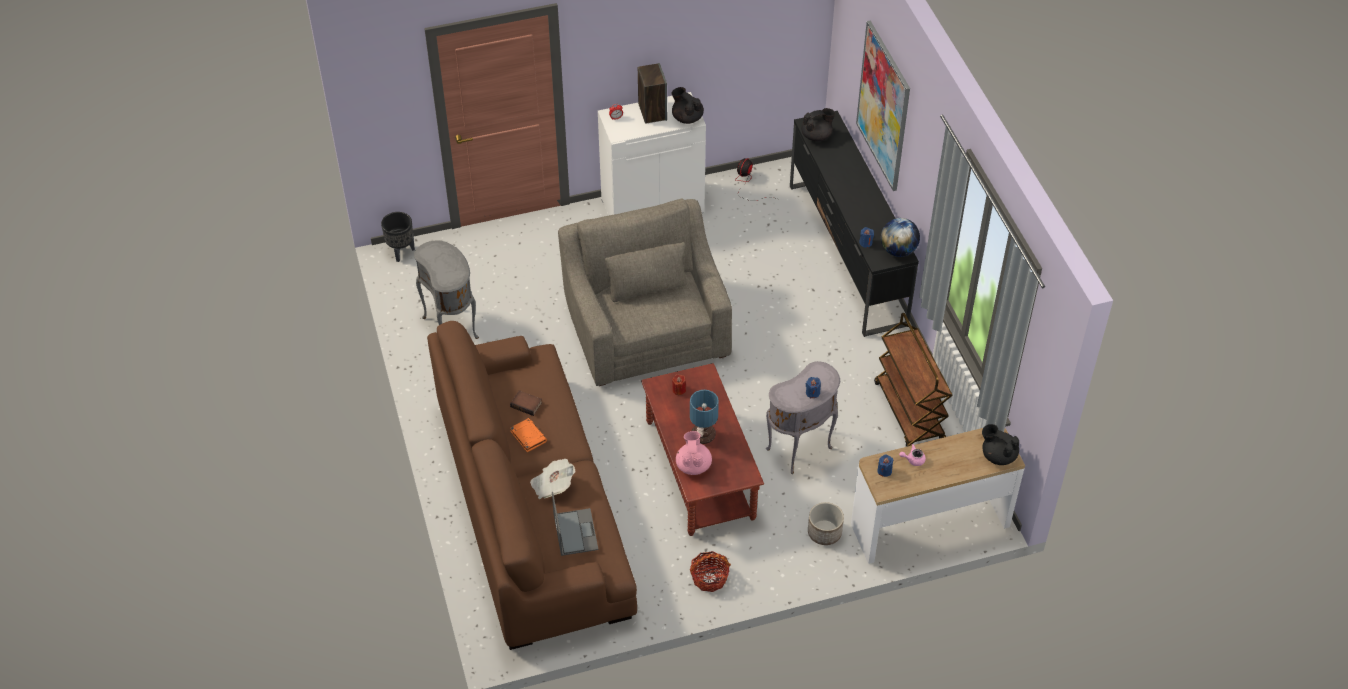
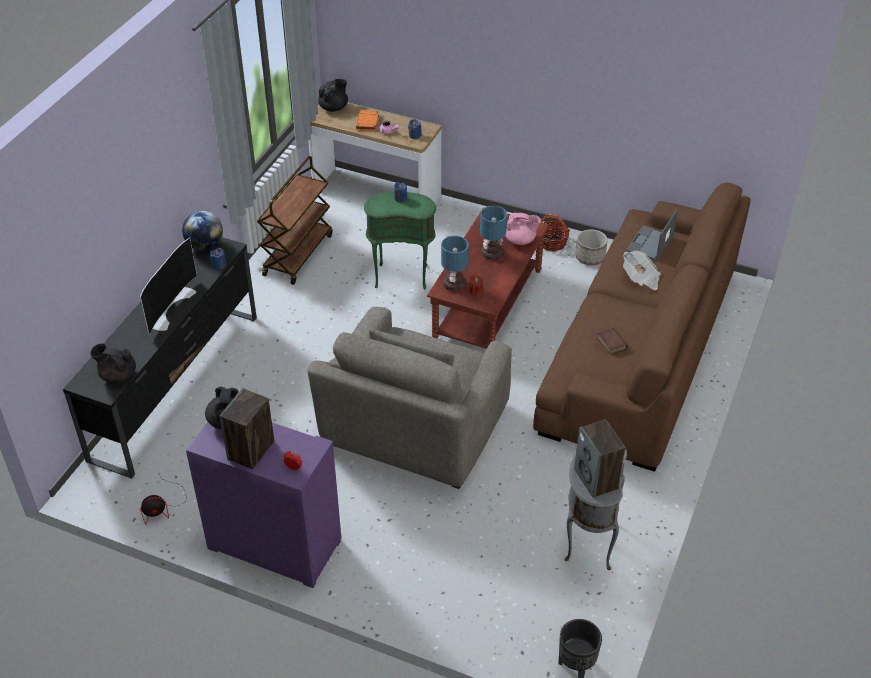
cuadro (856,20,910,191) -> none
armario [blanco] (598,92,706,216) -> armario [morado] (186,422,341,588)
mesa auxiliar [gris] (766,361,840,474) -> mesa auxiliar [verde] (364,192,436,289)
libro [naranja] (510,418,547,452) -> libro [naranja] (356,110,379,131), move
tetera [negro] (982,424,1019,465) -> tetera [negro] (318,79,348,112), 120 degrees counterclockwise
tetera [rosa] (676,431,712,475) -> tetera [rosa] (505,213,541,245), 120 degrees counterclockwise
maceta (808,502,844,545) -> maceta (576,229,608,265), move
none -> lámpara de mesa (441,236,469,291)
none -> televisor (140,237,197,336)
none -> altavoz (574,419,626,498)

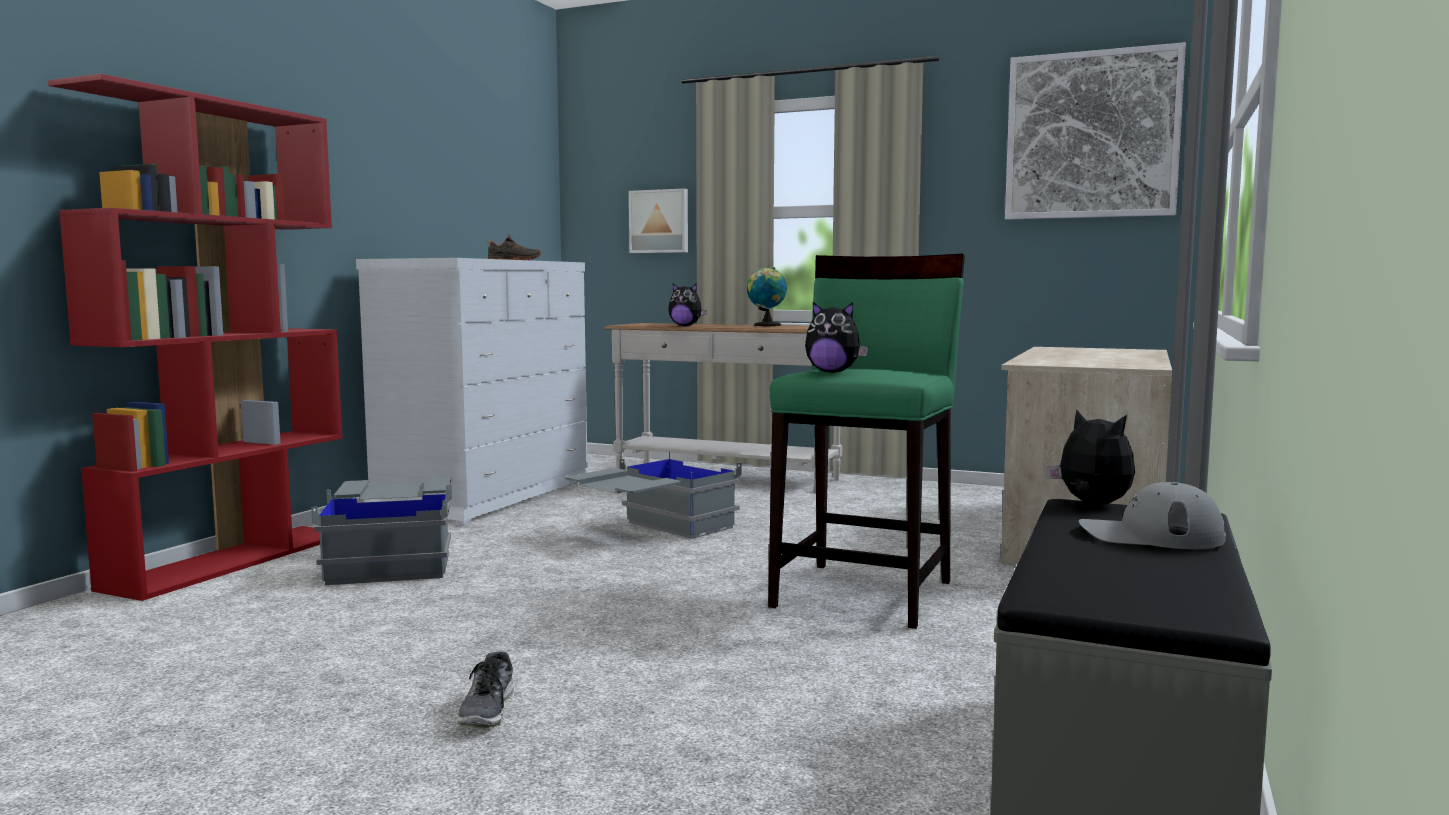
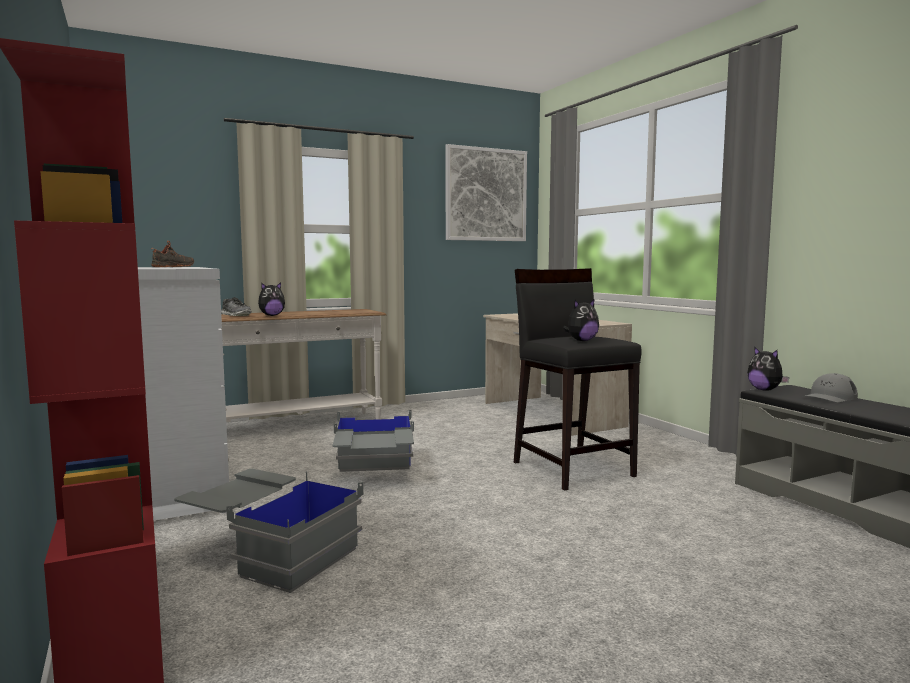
cuadro (629,189,688,253) -> none
taburete [verde] (768,254,965,629) -> taburete [negro] (514,268,642,490)
globo terráqueo (747,267,787,326) -> none
peluche (1047,409,1135,504) -> peluche (747,347,789,390), 120 degrees counterclockwise
zapato (457,651,515,729) -> zapato (221,297,251,316), move

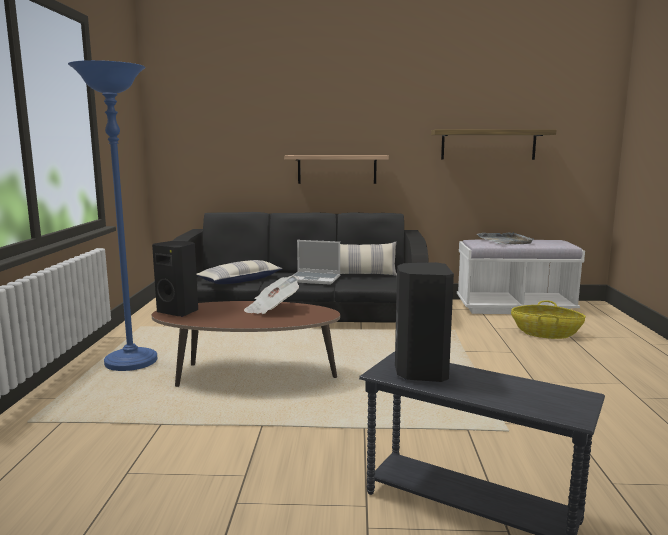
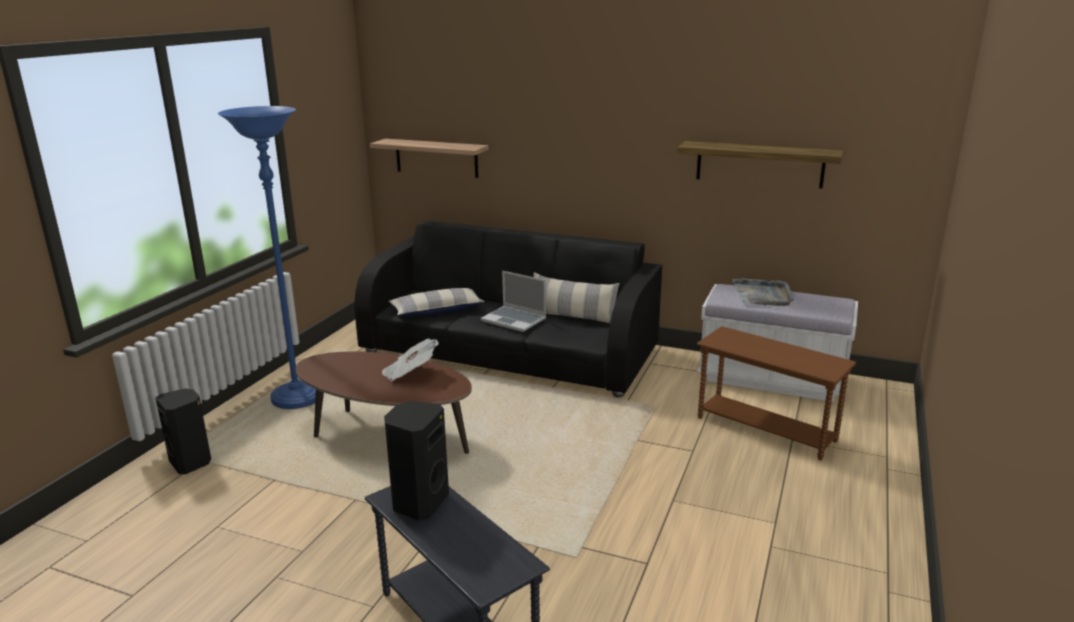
estante (284,155,389,184) -> estante (370,139,489,178), move
altavoz [negro] (152,241,198,317) -> altavoz [negro] (156,388,211,474), move
cesta (511,300,586,339) -> mesa auxiliar [marrón] (697,326,856,460)

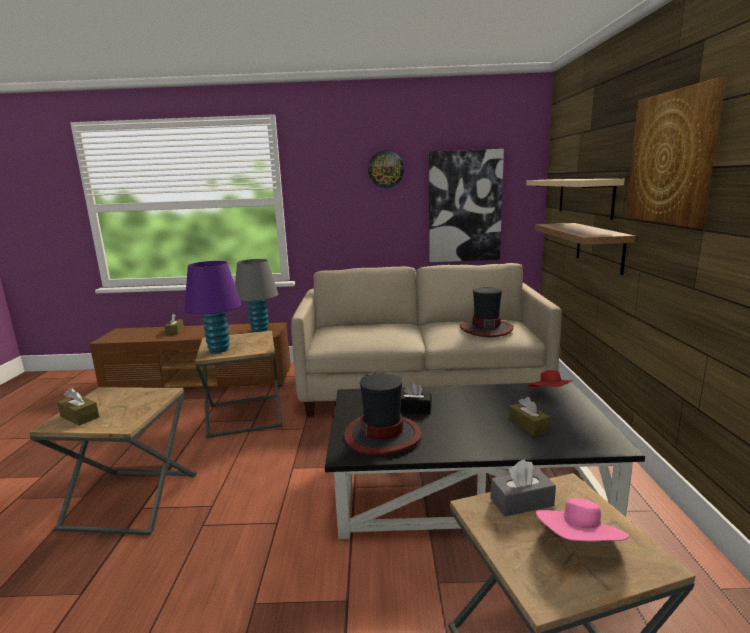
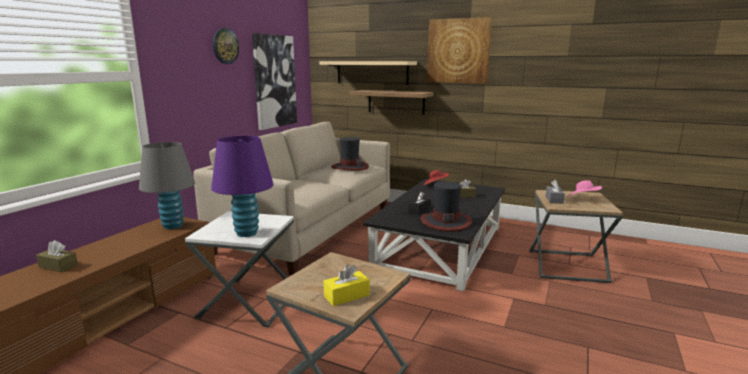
mesa auxiliar [marrón] (195,331,282,438) -> mesa auxiliar [blanco] (185,212,294,327)
caja de pañuelos [marrón] (57,388,99,426) -> caja de pañuelos [amarillo] (323,264,370,306)

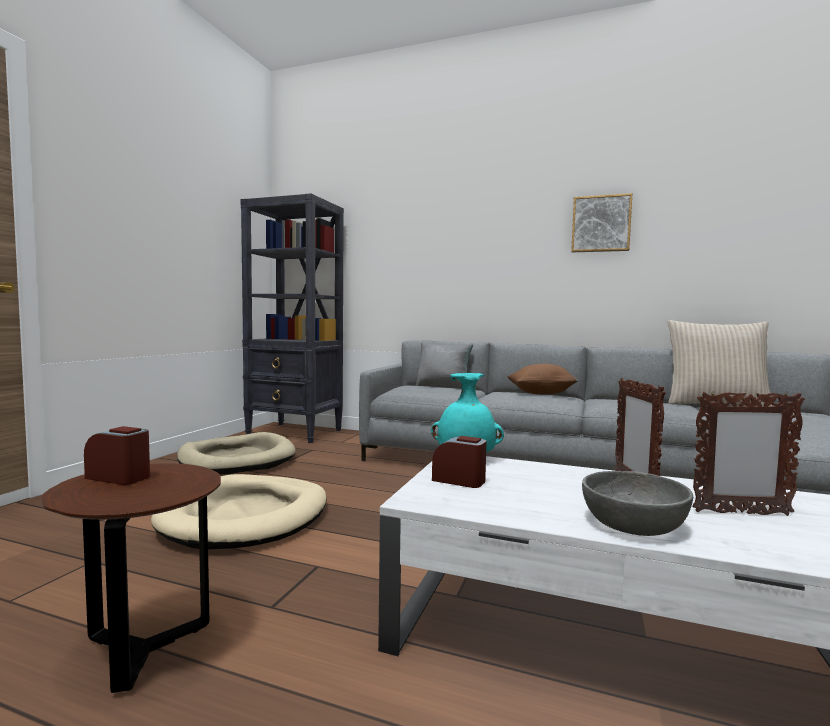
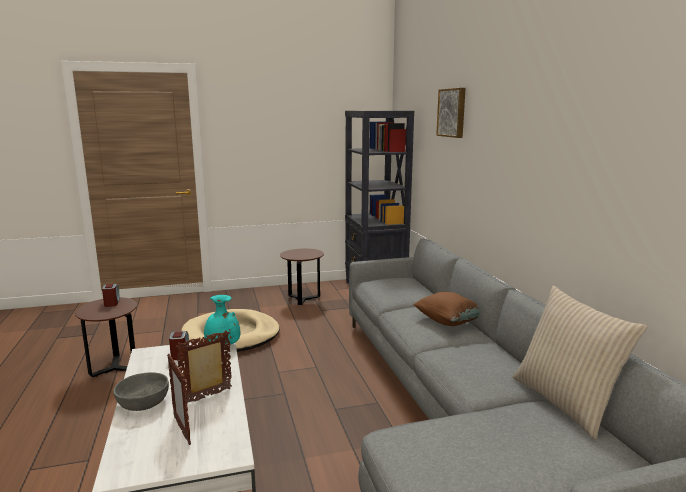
cuadro (571,193,633,252) -> cuadro (436,88,466,138), move
cojín [gris] (416,342,473,389) -> none
cama para perro [beis] (177,432,296,474) -> mesa auxiliar [marrón] (280,248,324,305)

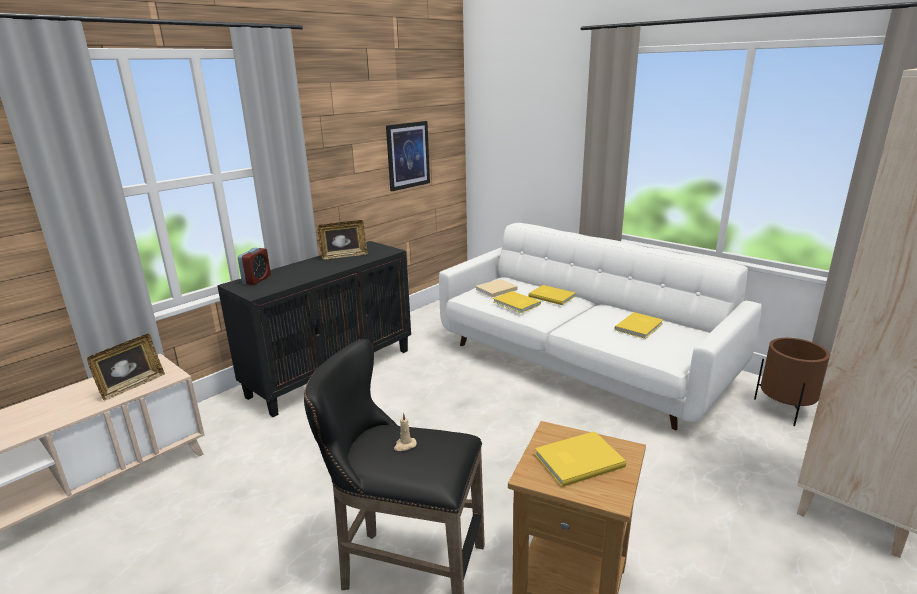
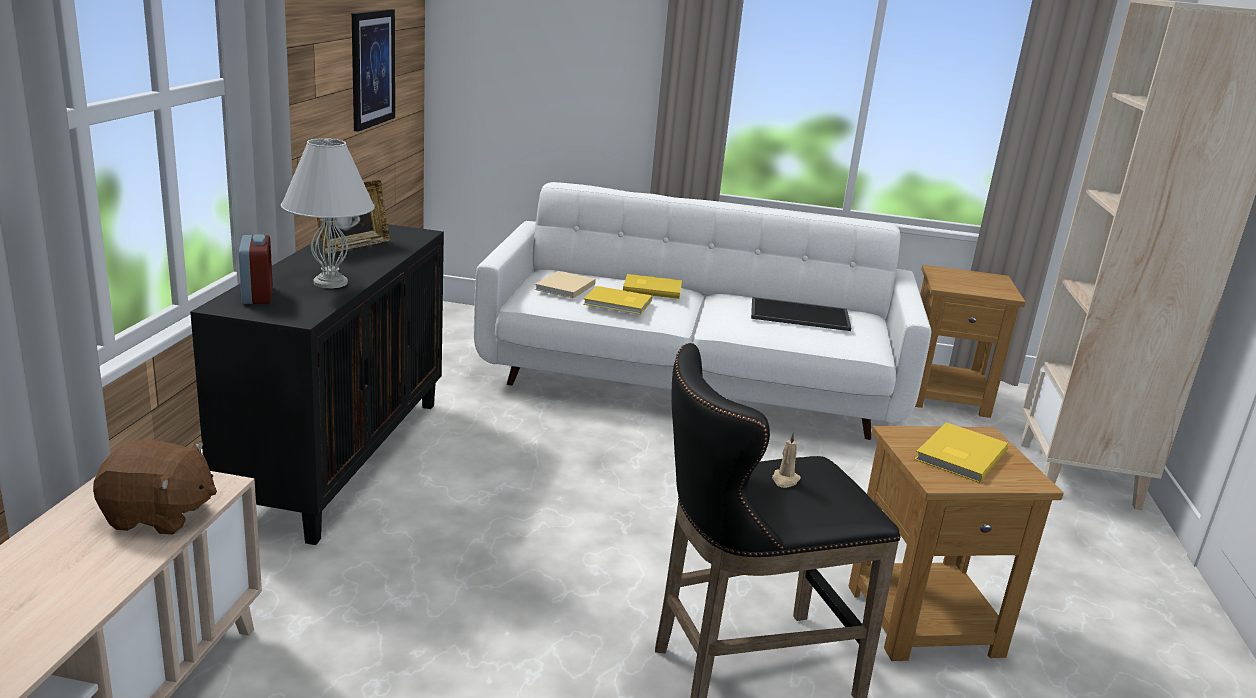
libro [amarillo] (615,312,663,339) -> bandeja (751,297,851,331)
portarretratos (87,334,165,400) -> peluche [marrón] (93,440,217,535)
maceta [marrón] (754,338,830,426) -> mesa auxiliar [marrón] (915,265,1026,418)
none -> lámpara de mesa [blanco] (281,138,375,288)

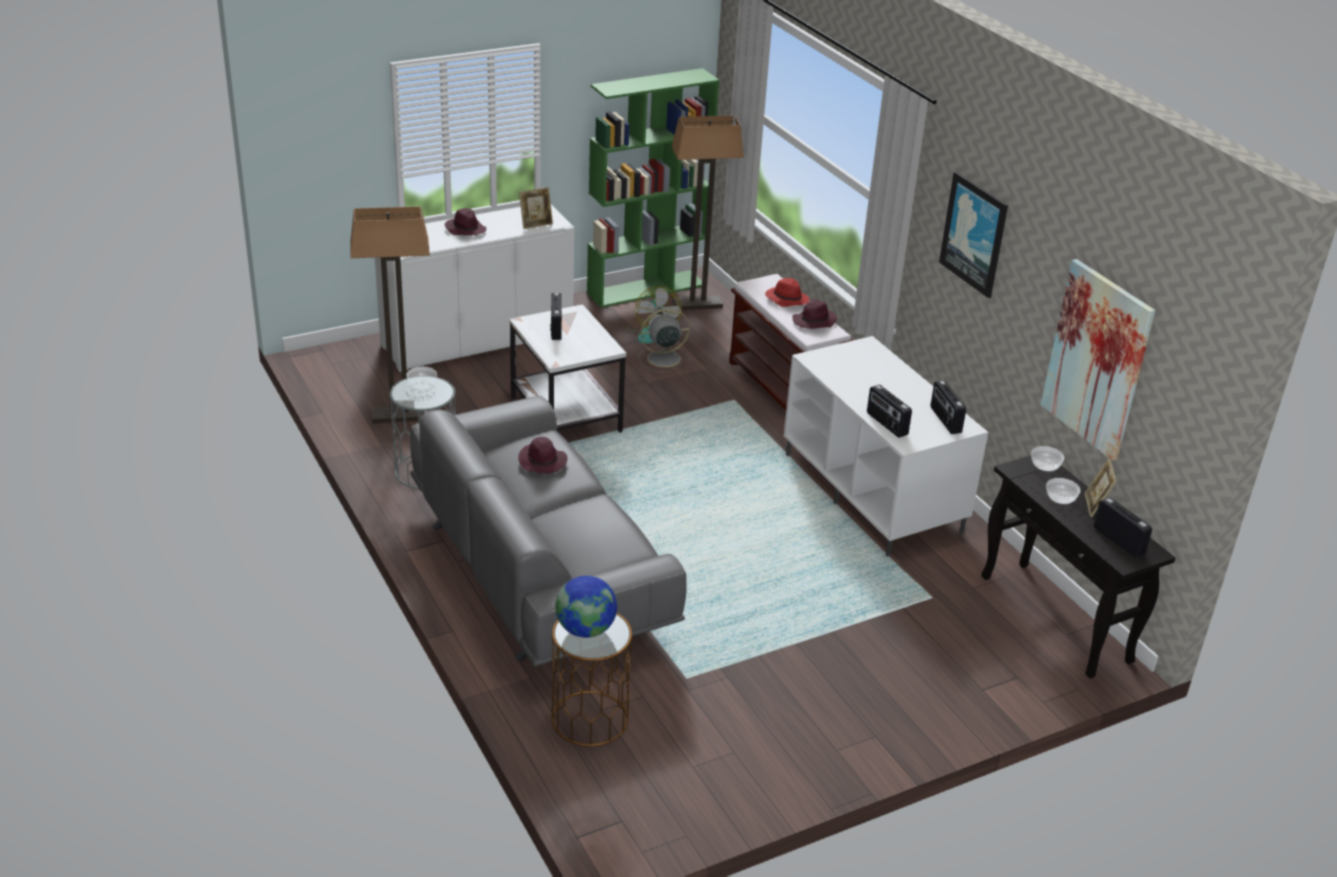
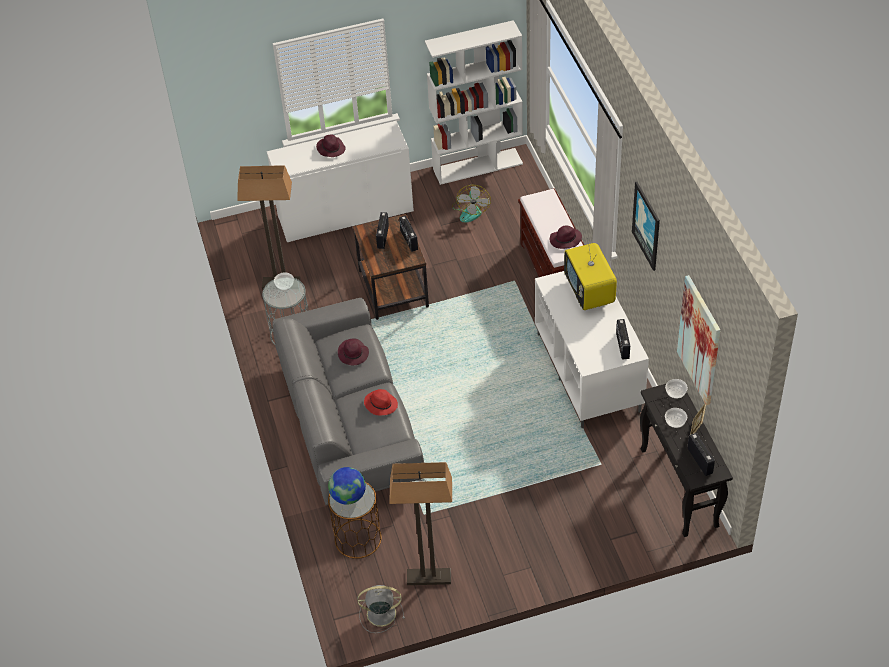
estantería [verde] (587,68,719,308) -> estantería [blanco] (425,20,523,185)
lámpara de pie (672,115,744,310) -> lámpara de pie (389,462,452,585), move
portarretratos (519,187,553,229) -> none
sombrero [rojo] (765,278,810,307) -> sombrero [rojo] (364,389,398,415), move
mesa auxiliar [blanco] (509,304,626,433) -> mesa auxiliar [marrón] (353,214,429,320)
ventilador [gris] (638,308,691,372) -> ventilador [gris] (357,585,405,633), move
radio (867,385,912,438) -> radio (399,215,418,252), move
none -> televisor (564,238,617,310)

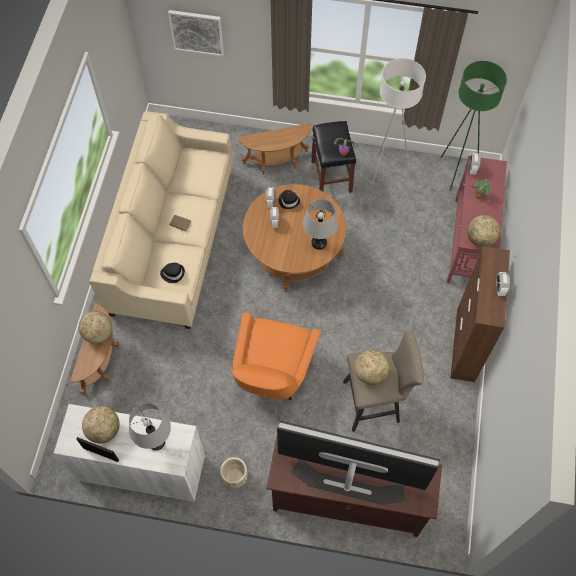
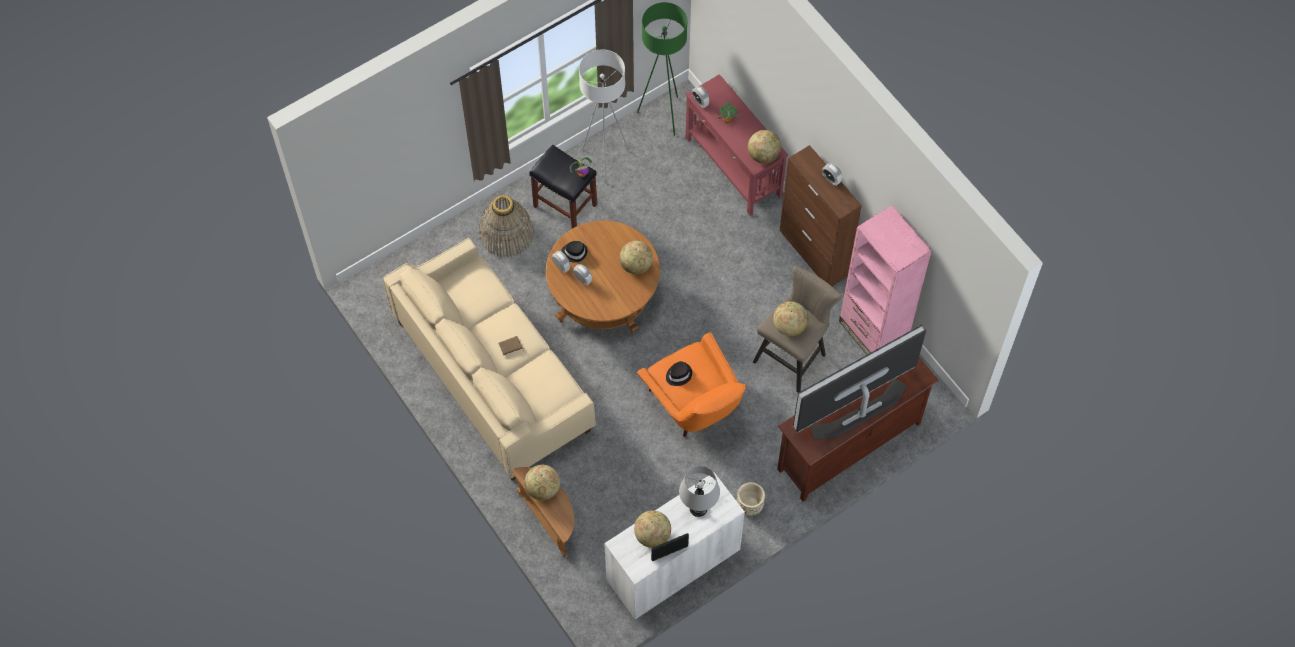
cuadro (168,10,224,56) -> none
mesa auxiliar [marrón] (237,123,312,175) -> cesta (479,195,534,257)
lámpara de mesa [gris] (303,199,338,250) -> globo terráqueo (619,241,653,274)
sombrero [negro] (160,263,185,283) -> sombrero [negro] (666,361,692,386), move
none -> estantería [rosa] (839,205,932,355)

